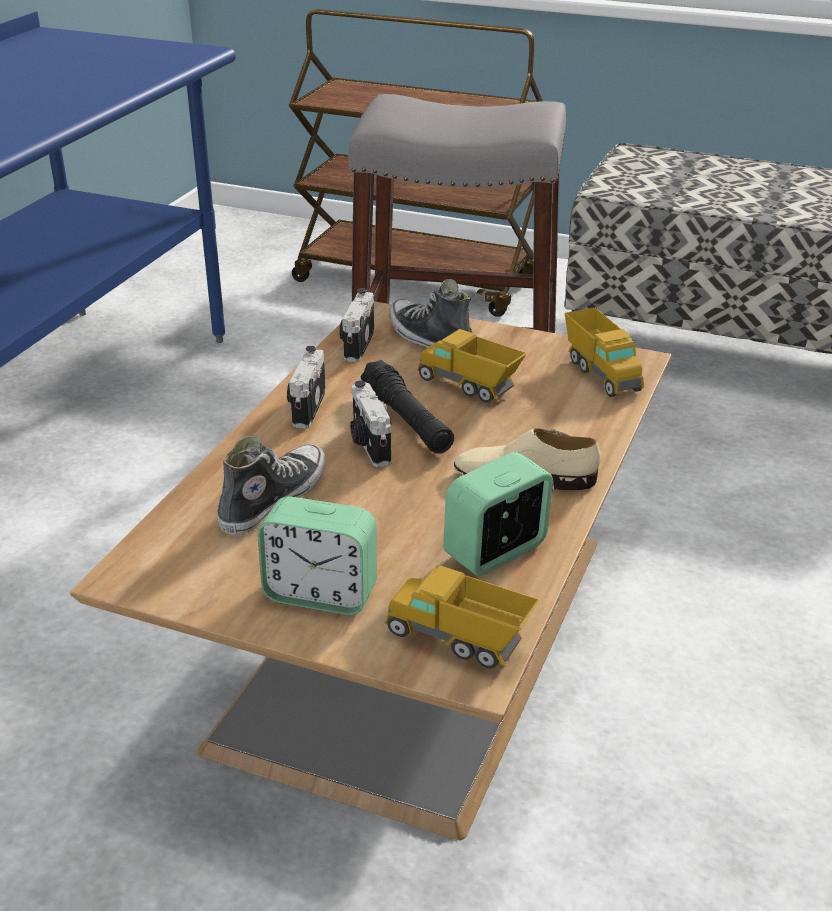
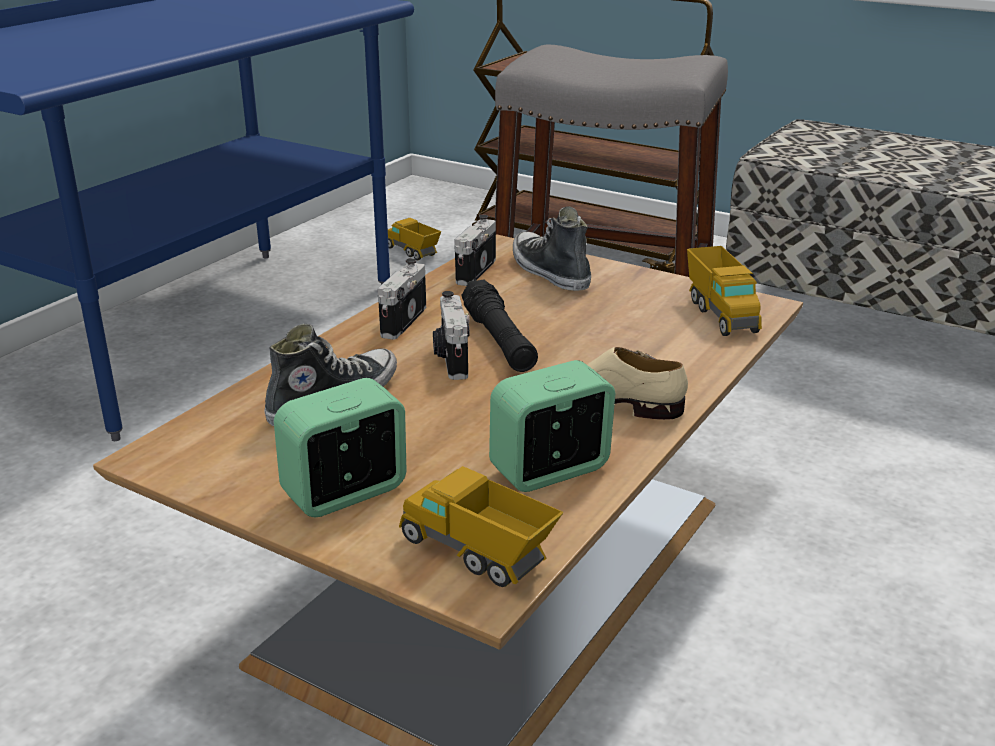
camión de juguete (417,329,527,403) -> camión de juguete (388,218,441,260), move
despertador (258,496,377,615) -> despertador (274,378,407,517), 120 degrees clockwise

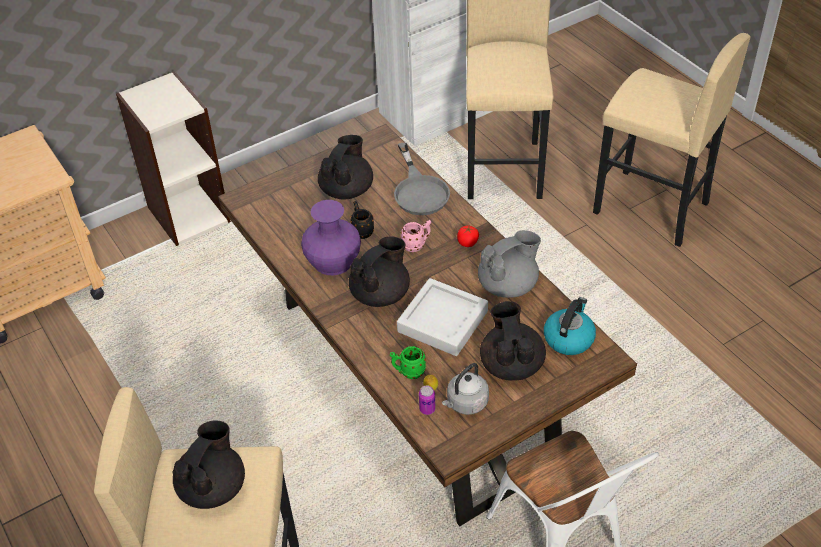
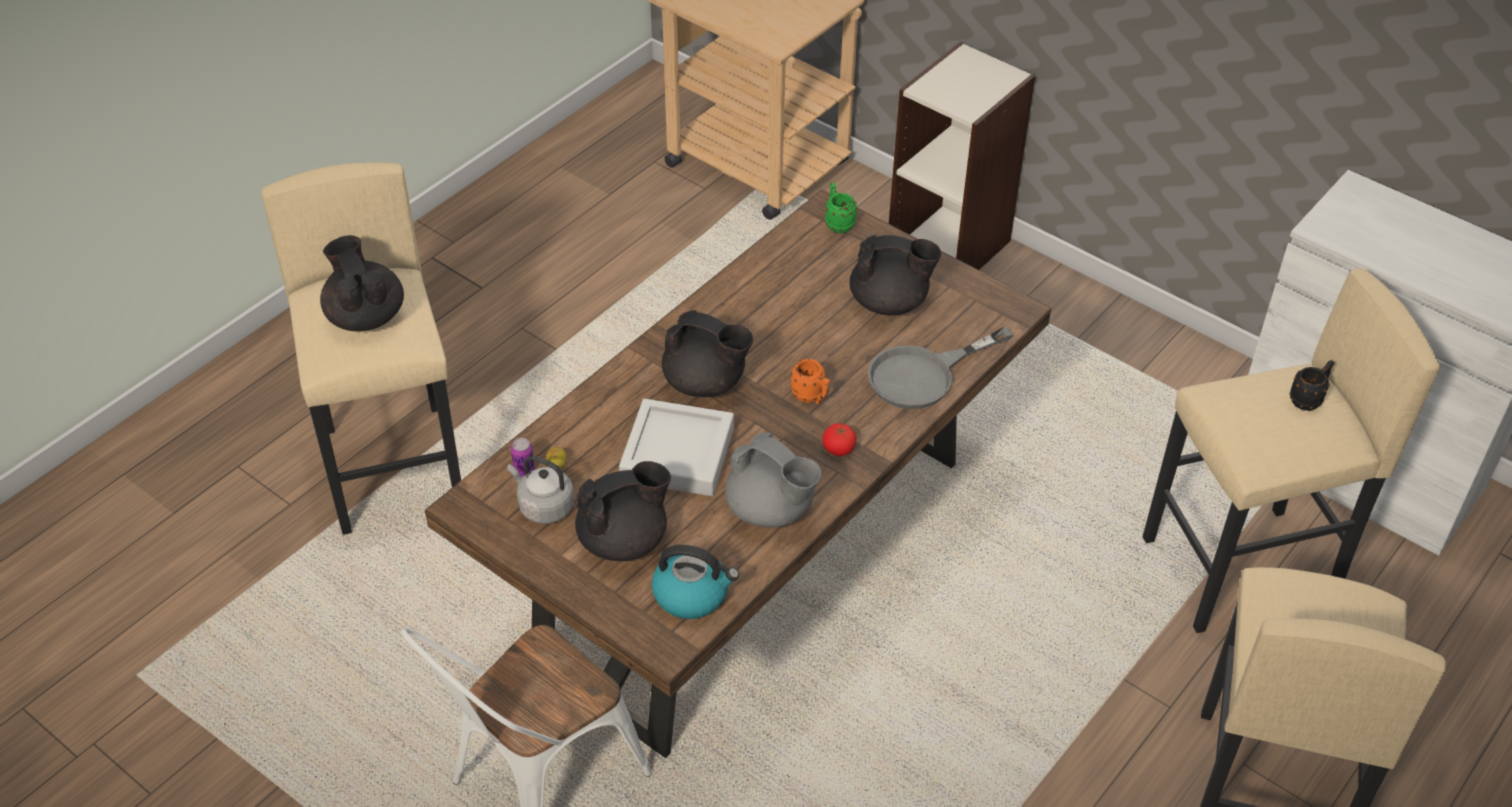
florero [morado] (301,200,361,275) -> none
taza grande [negro] (351,201,374,239) -> taza grande [negro] (1289,360,1334,411), move
taza grande [rosa] (401,220,431,252) -> taza grande [naranja] (791,359,830,404)
taza grande [verde] (390,346,426,379) -> taza grande [verde] (825,182,857,233), move
tetera [negro] (172,420,245,509) -> tetera [negro] (320,235,404,331), 120 degrees counterclockwise

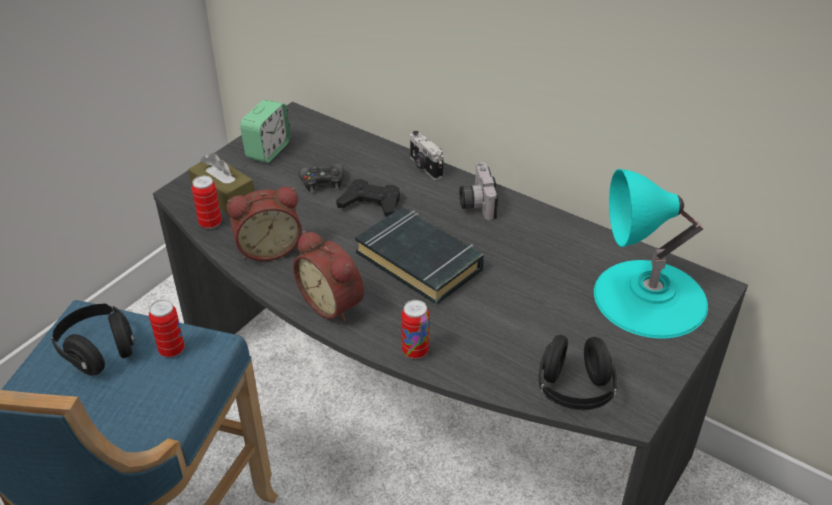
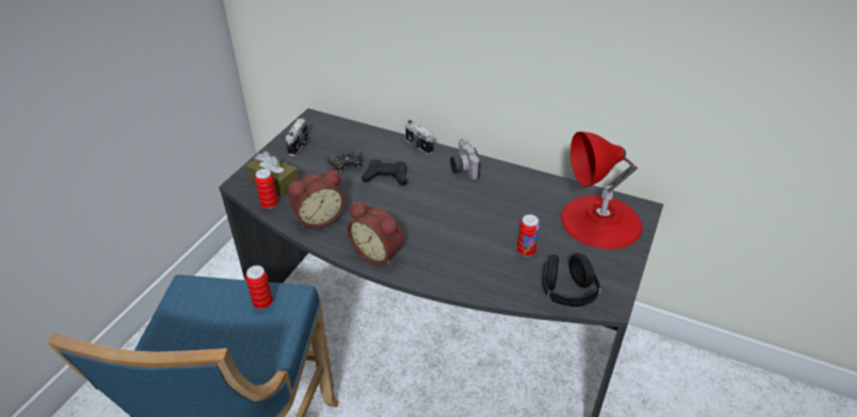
despertador (240,100,291,163) -> cámara (285,118,308,156)
lámpara de mesa [turquesa] (594,169,708,338) -> lámpara de mesa [rojo] (561,132,642,249)
libro [negro] (355,207,484,305) -> none
lata (402,300,429,359) -> lata (517,214,540,257), move
auriculares [negro] (51,304,135,376) -> none

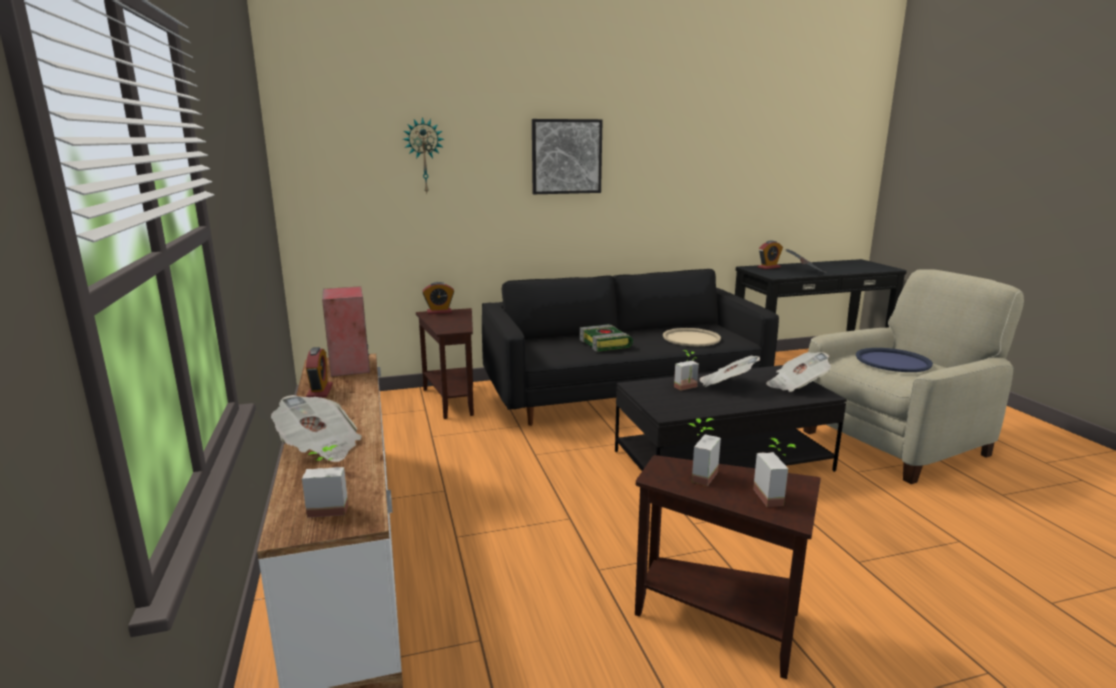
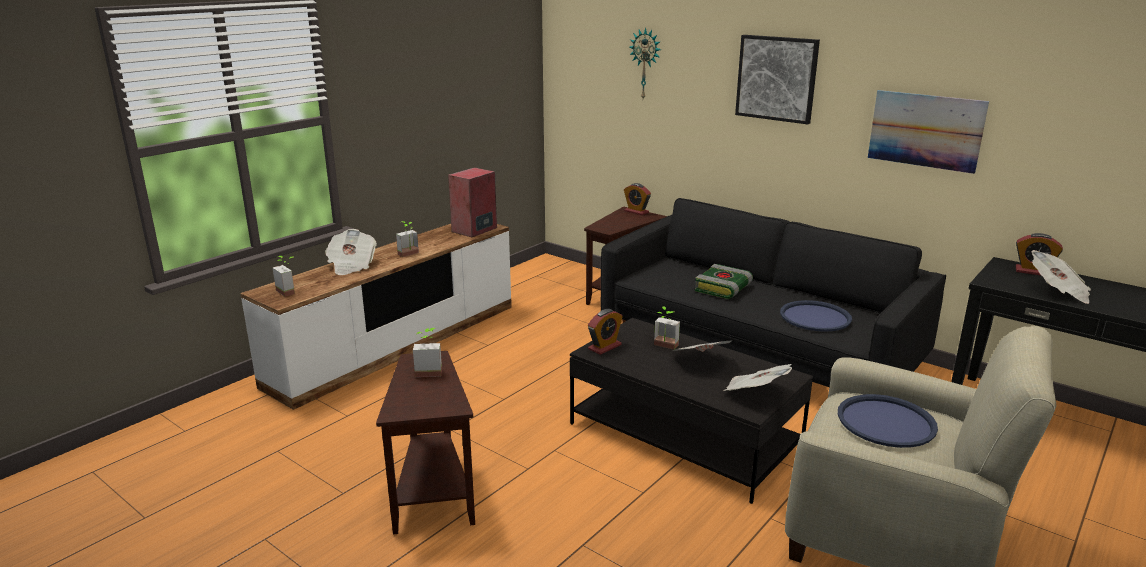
bandeja [beis] (663,328,721,346) -> bandeja [azul] (780,300,852,332)
despertador (306,347,333,398) -> despertador (588,309,623,355), move
planta en maceta (753,438,796,507) -> planta en maceta (396,221,419,257), move
none -> cuadro (868,90,989,174)

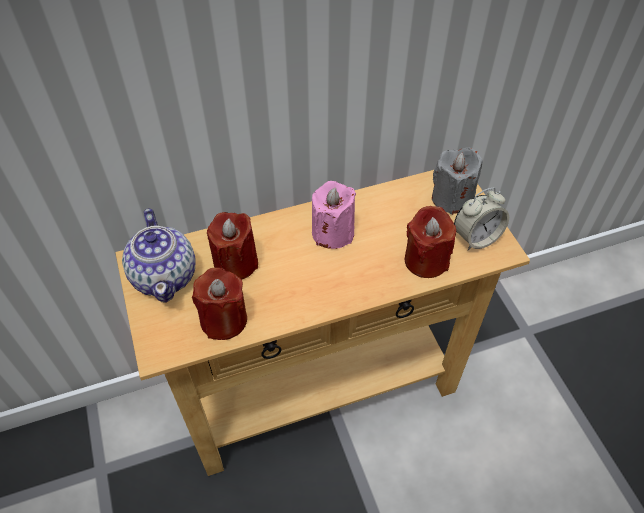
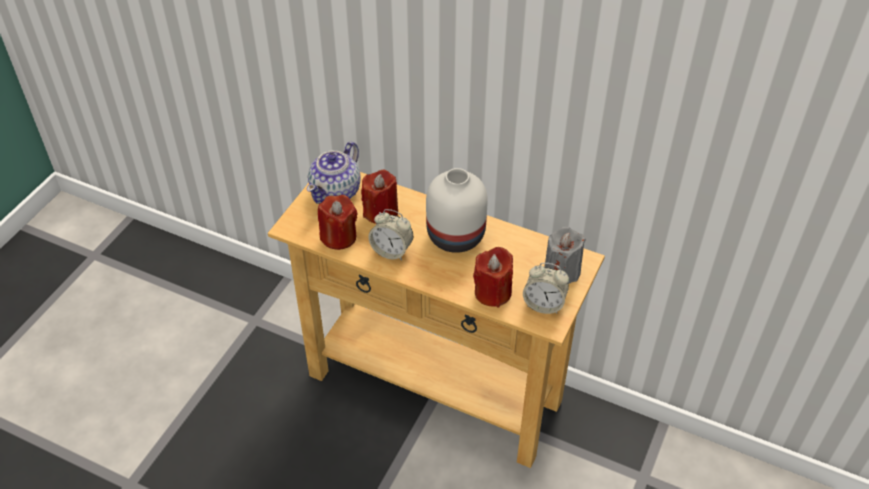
vela [rosa] (312,181,356,249) -> florero [blanco] (426,168,488,253)
none -> despertador (368,209,413,260)

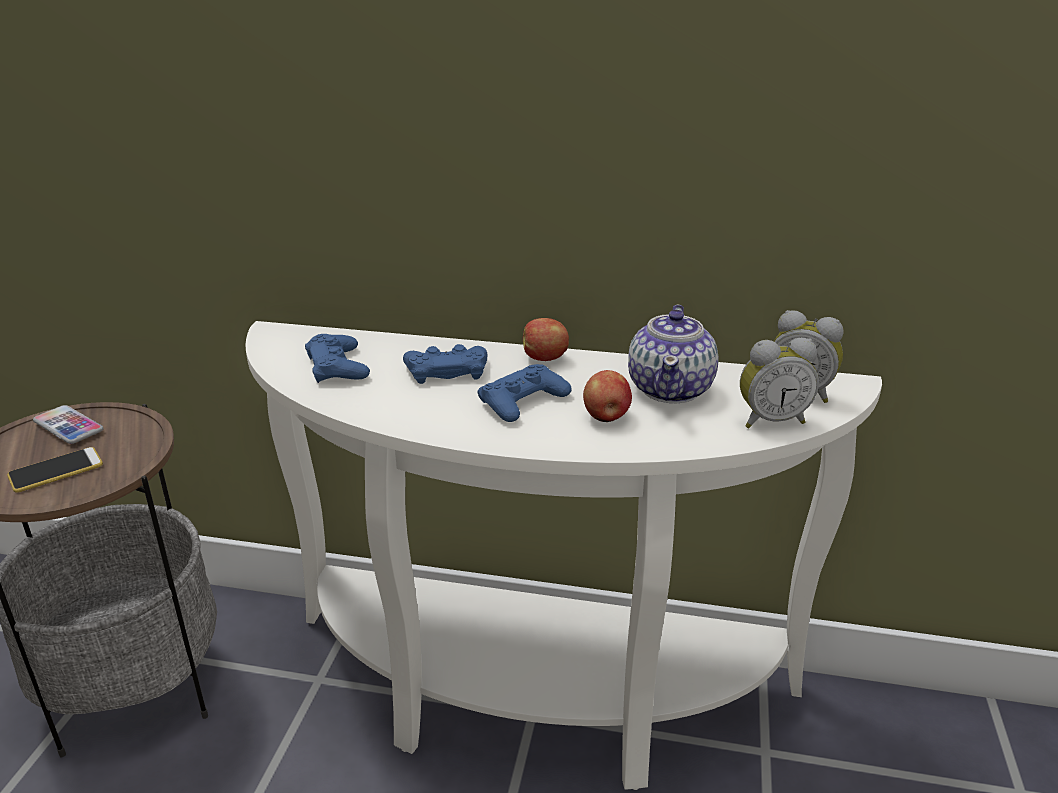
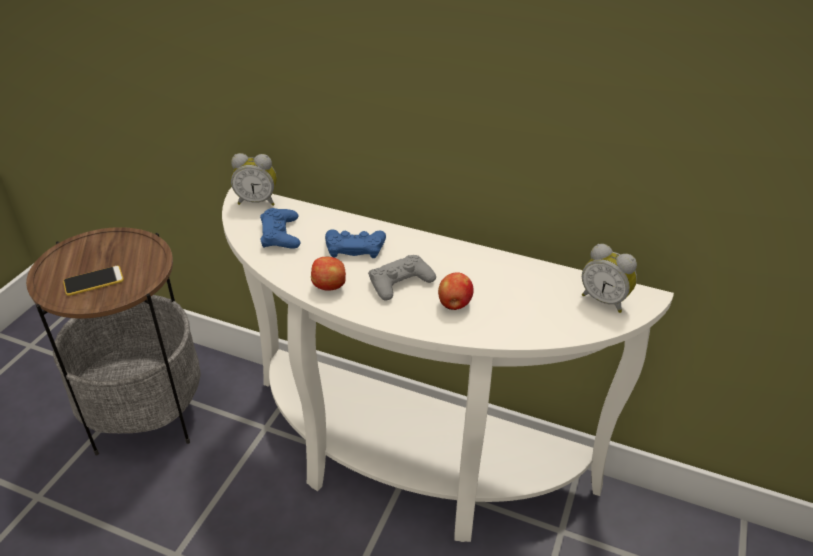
tetera (628,304,719,403) -> none
manzana (523,318,569,361) -> manzana (311,257,346,291), move
despertador (740,338,819,428) -> despertador (231,153,277,206), move
mando de consola [azul] (477,364,572,422) -> mando de consola [gris] (368,255,436,300)
móvil (33,405,104,444) -> none

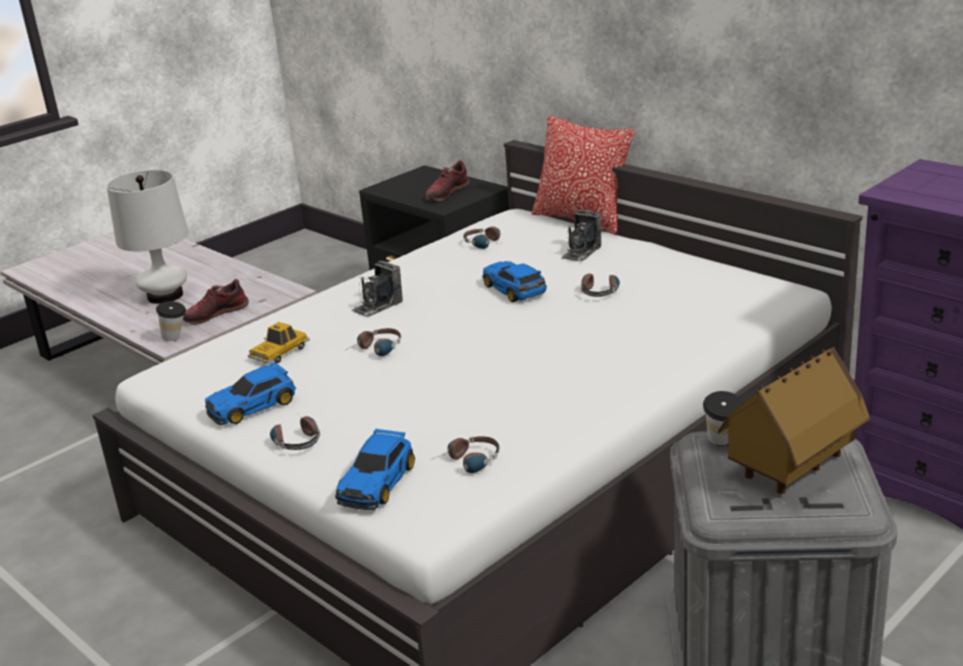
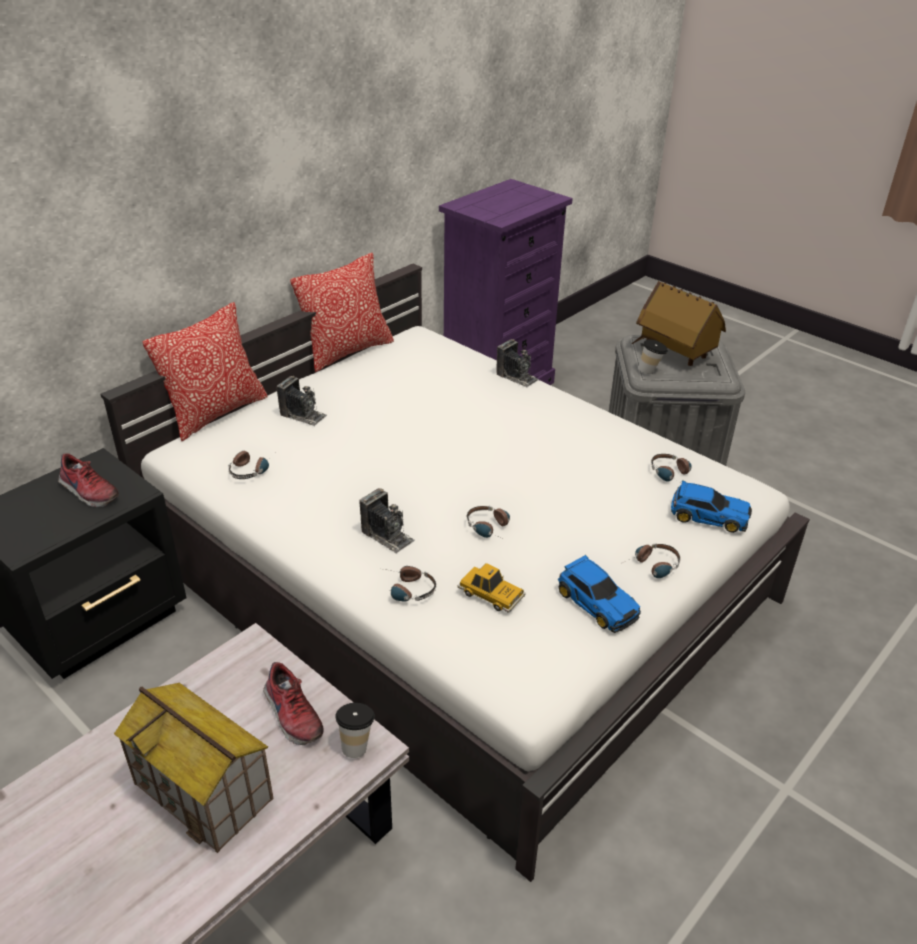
lámpara de mesa [blanco] (107,170,188,304) -> casita (114,683,274,853)
coche de juguete (482,261,547,302) -> none
auriculares (581,274,620,297) -> auriculares (384,566,436,601), move
none -> cojín (290,253,394,372)
none -> cámara (496,339,539,387)

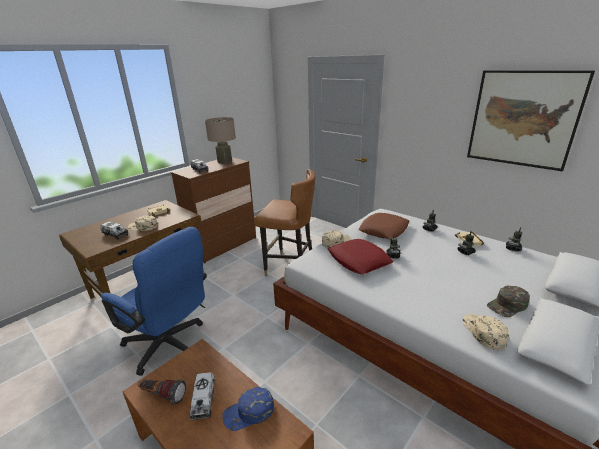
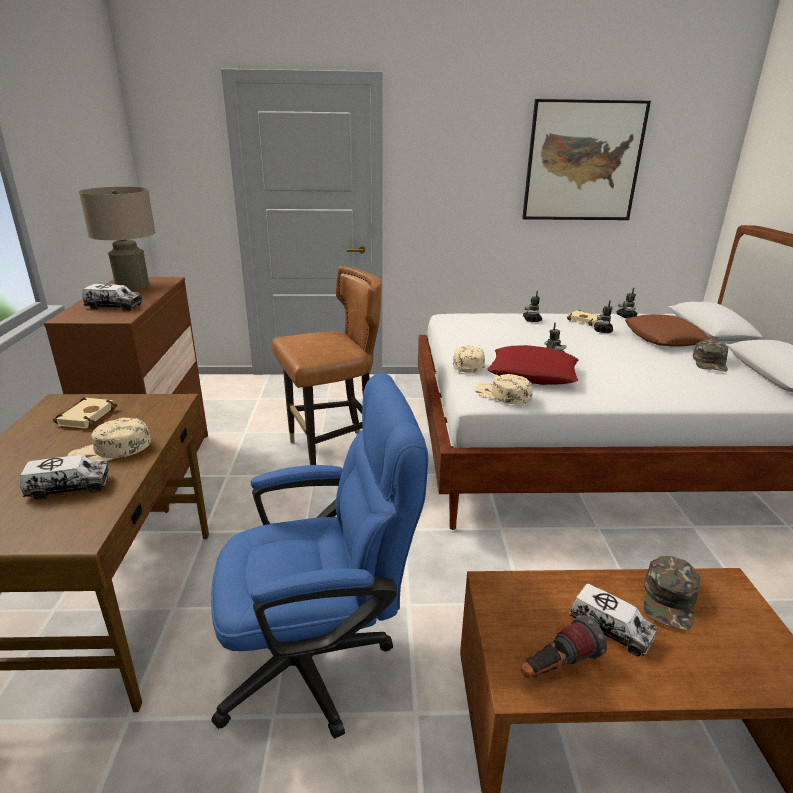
cojín [marrón] (359,213,409,239) -> cojín [marrón] (625,314,710,347), move
gorra [beis] (463,314,509,350) -> gorra [beis] (475,374,532,404), move
gorra [azul] (222,387,274,431) -> gorra [verde] (644,556,701,630)

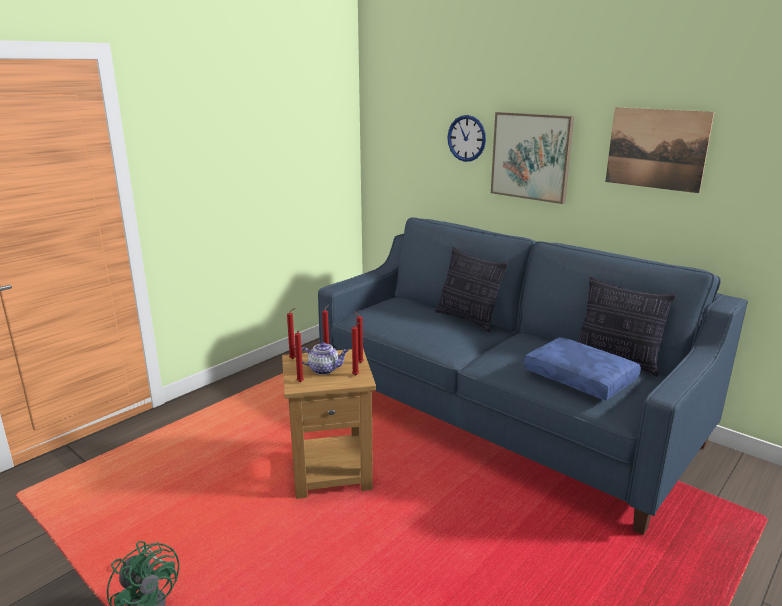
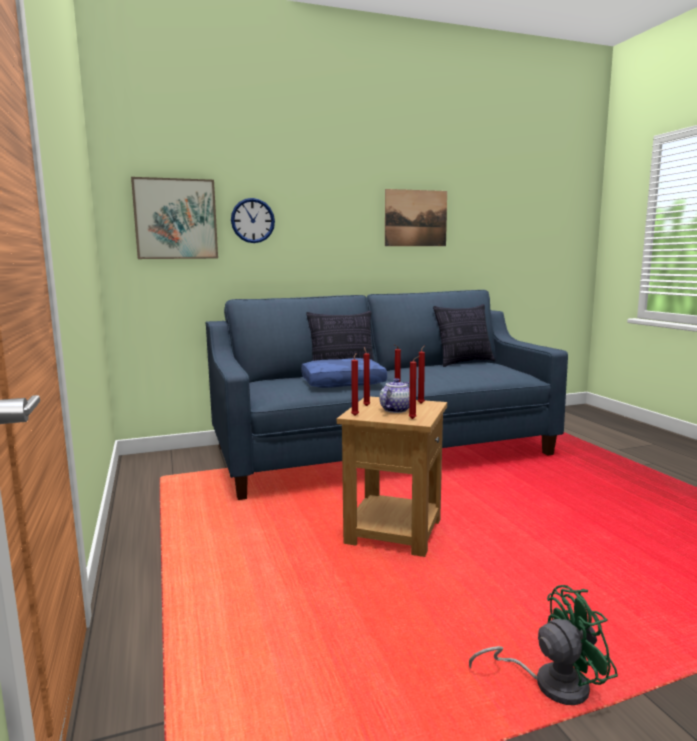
cuadro (491,112,574,204) -> cuadro (131,177,218,259), move
cojín [azul] (524,337,641,400) -> cojín [azul] (301,358,387,388), move

